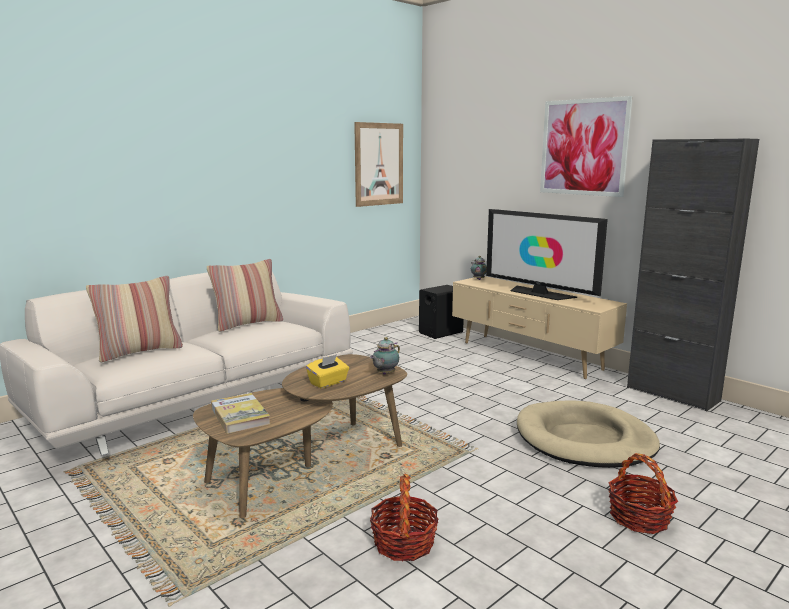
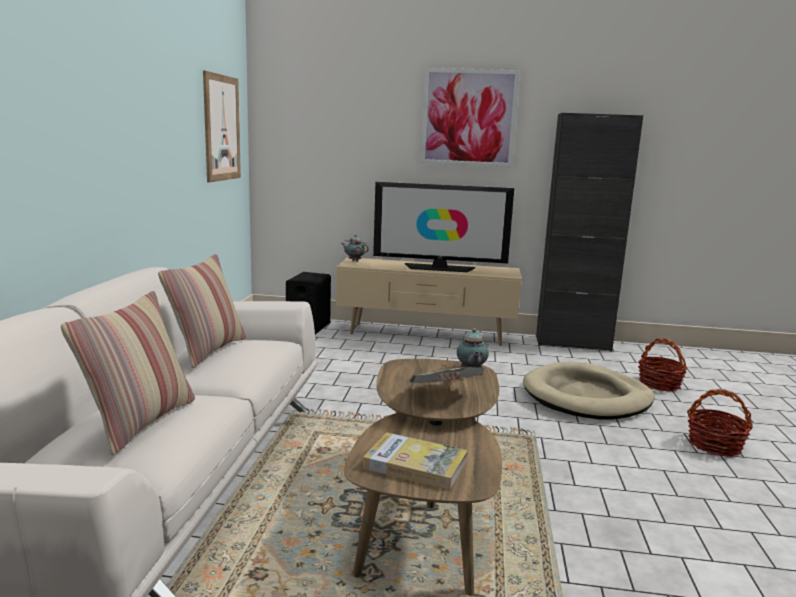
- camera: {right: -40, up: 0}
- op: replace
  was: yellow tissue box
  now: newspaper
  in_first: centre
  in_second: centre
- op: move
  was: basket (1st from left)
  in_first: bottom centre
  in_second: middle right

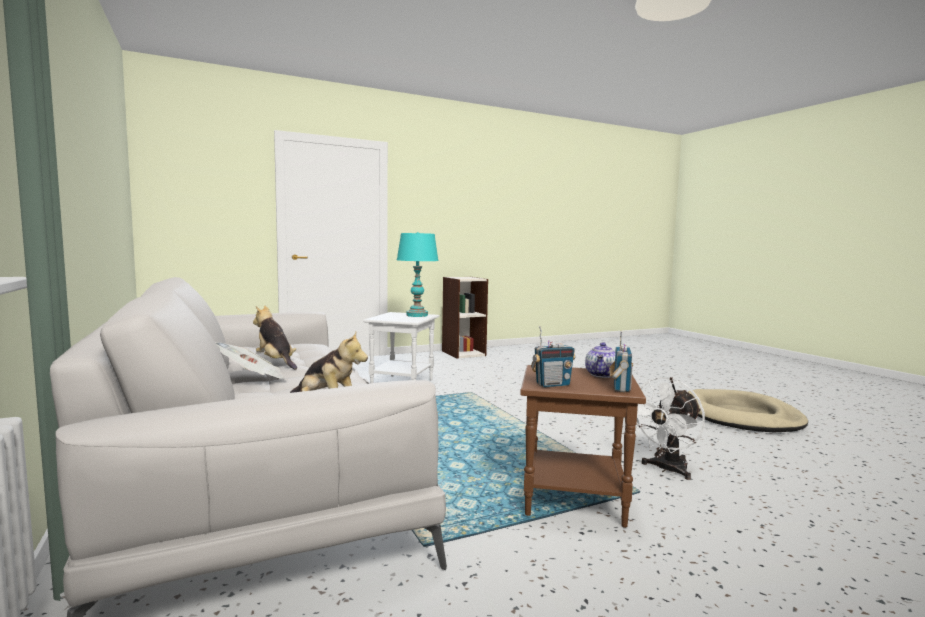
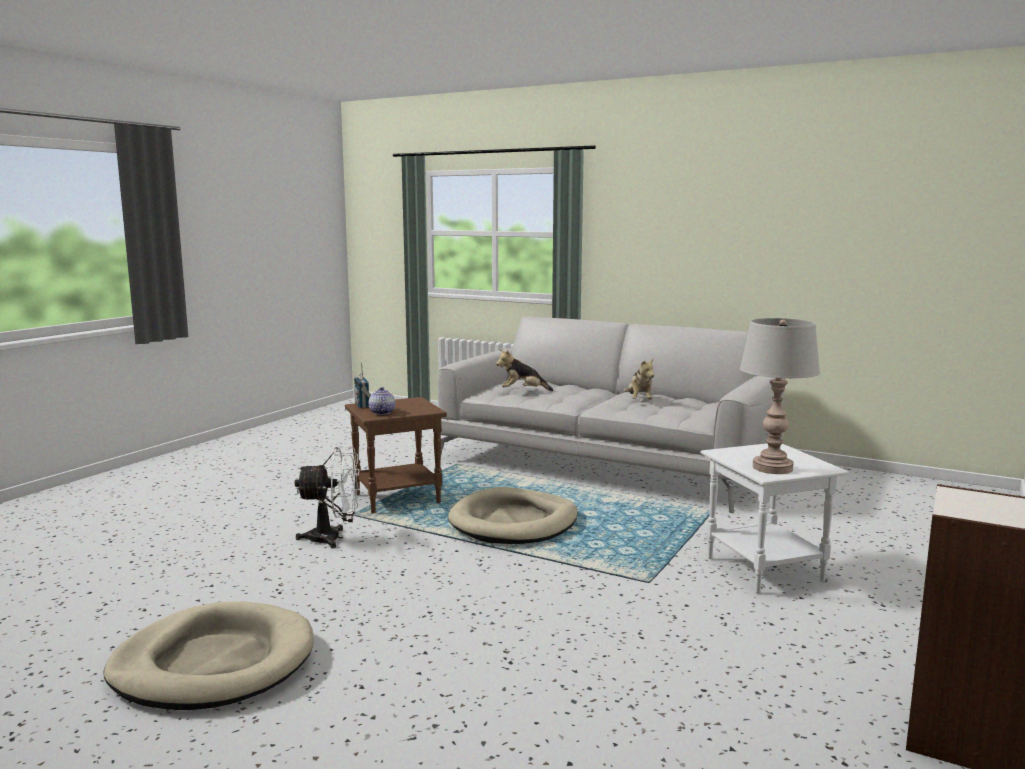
- camera: {right: 145, up: 5}
- op: recolor
  was: turquoise table lamp
  now: grey table lamp
  in_first: centre
  in_second: middle right
- op: rotate
  was: plush toy (1st from left in the first image)
  in_first: middle left
  in_second: centre
  clockwise: 75
- op: delete
  was: radio (1st from left)
  in_first: centre
- op: delete
  was: newspaper
  in_first: middle left
- op: rotate
  was: white fan
  in_first: bottom right
  in_second: middle left
  clockwise: 75
- op: insert
  now: beige dog bed (2nd from left)
  in_second: bottom centre

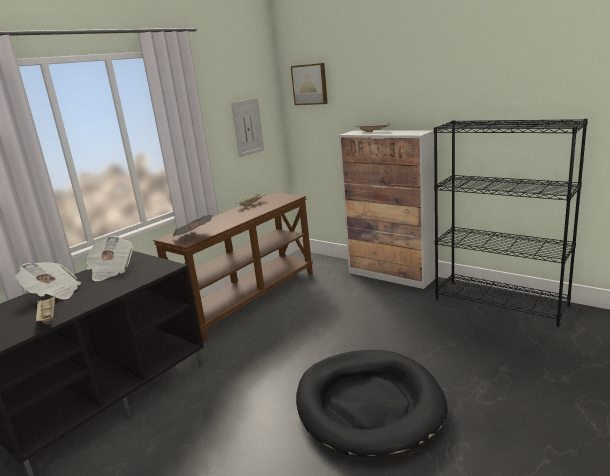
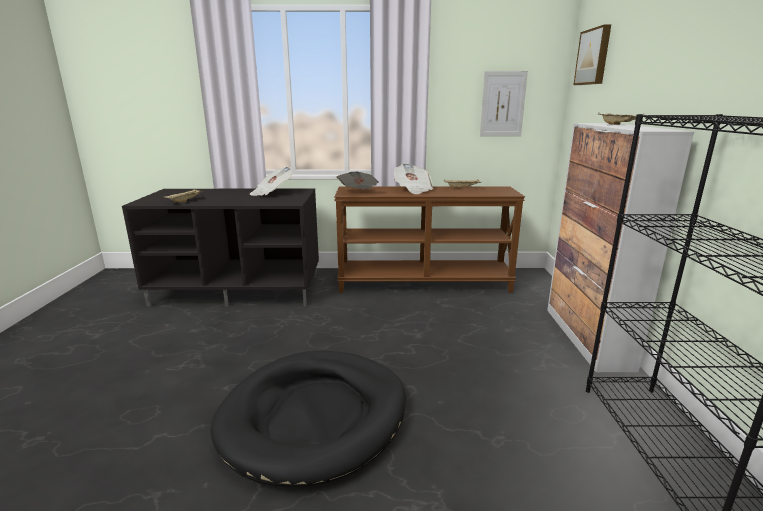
- camera: {right: 50, up: 0}
- op: move
  was: newspaper (1st from left in the first image)
  now: newspaper (3rd from left)
  in_first: middle left
  in_second: centre

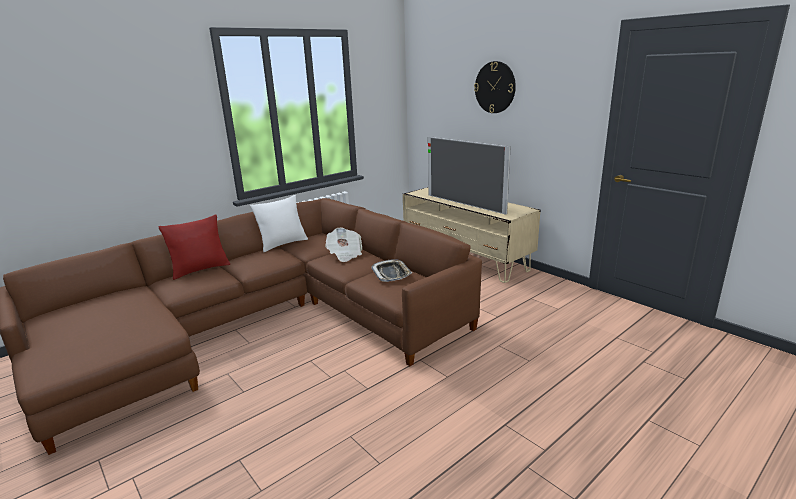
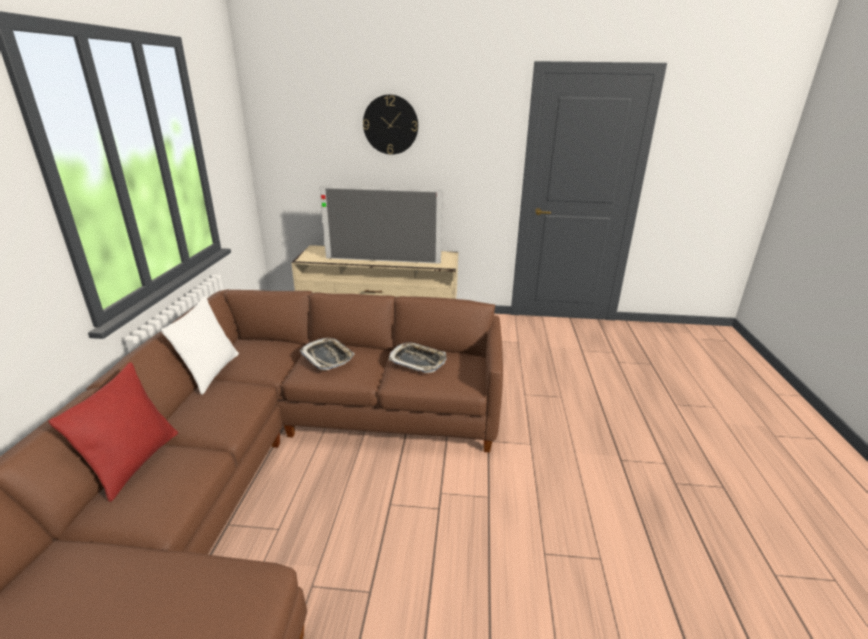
- camera: {right: -45, up: 5}
- op: replace
  was: newspaper
  now: tray (1st from left)
  in_first: centre
  in_second: centre

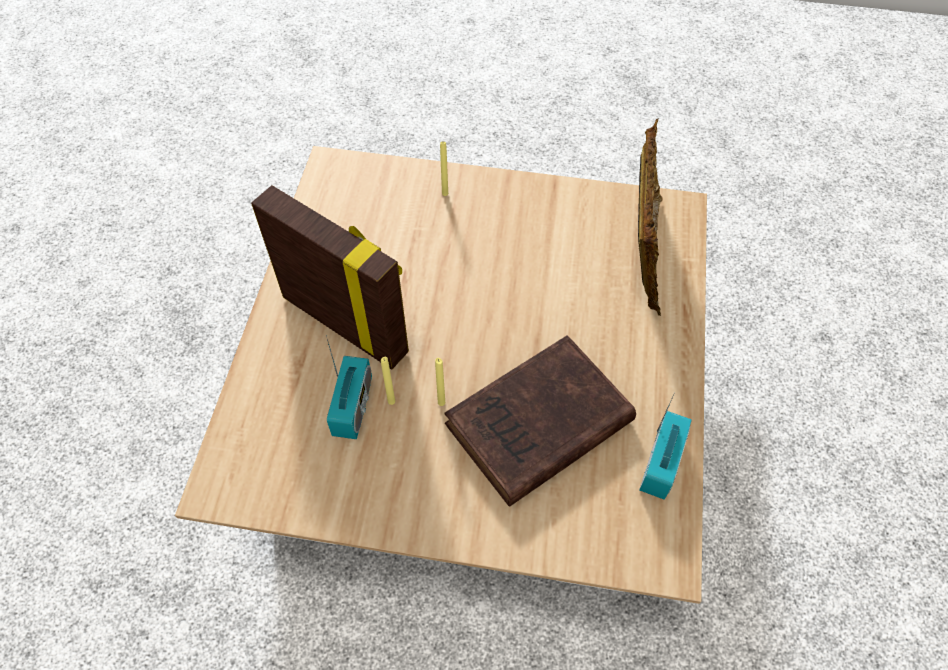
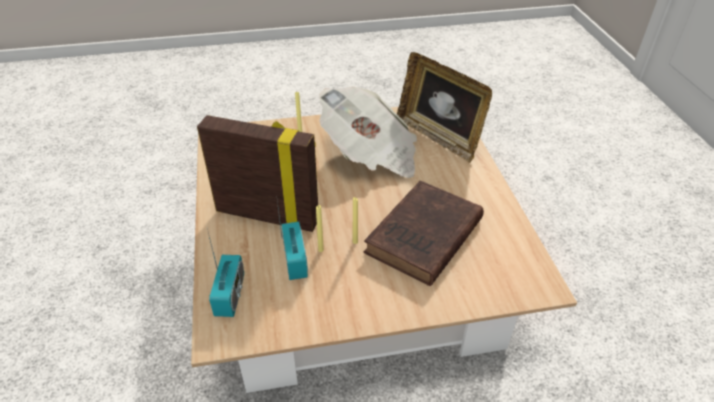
- camera: {right: -20, up: -15}
- op: rotate
  was: picture frame (2nd from left)
  in_first: top right
  in_second: top centre
  clockwise: 150
- op: move
  was: radio (2nd from left in the first image)
  now: radio (1st from left)
  in_first: middle right
  in_second: bottom left
- op: insert
  now: newspaper
  in_second: top centre

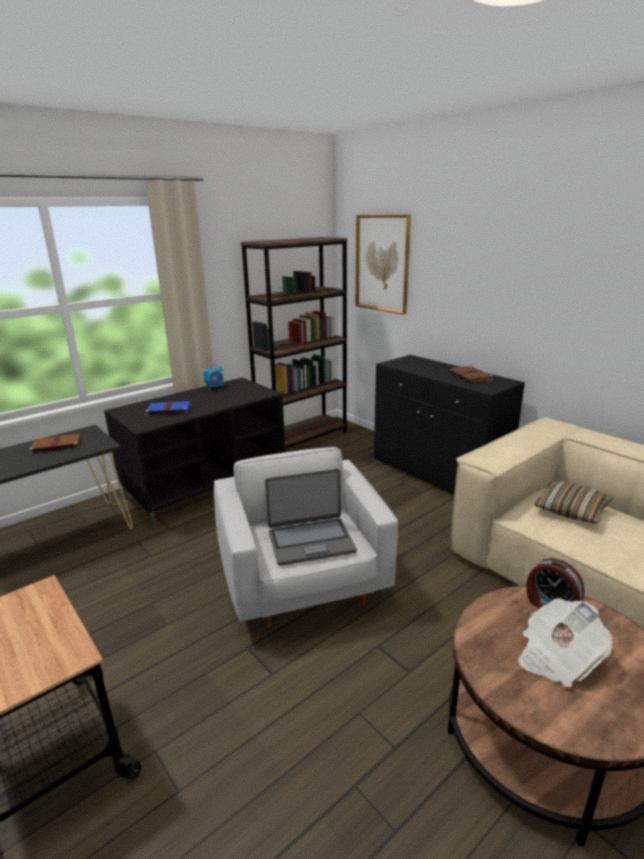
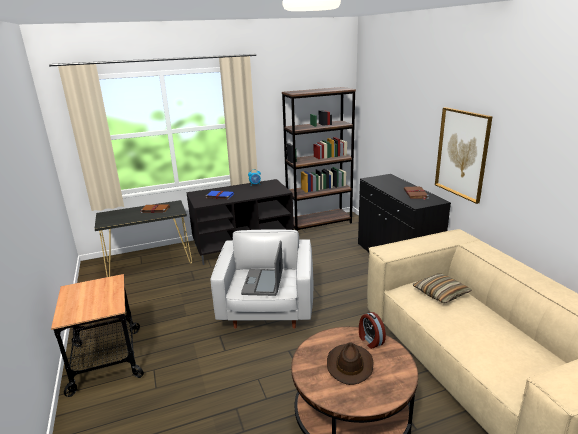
- camera: {right: 20, up: 0}
- op: move
  was: picture
  in_first: top centre
  in_second: middle right
- op: rotate
  was: laptop
  in_first: centre
  in_second: centre
  clockwise: 90
- op: replace
  was: newspaper
  now: brown hat
  in_first: bottom right
  in_second: bottom centre

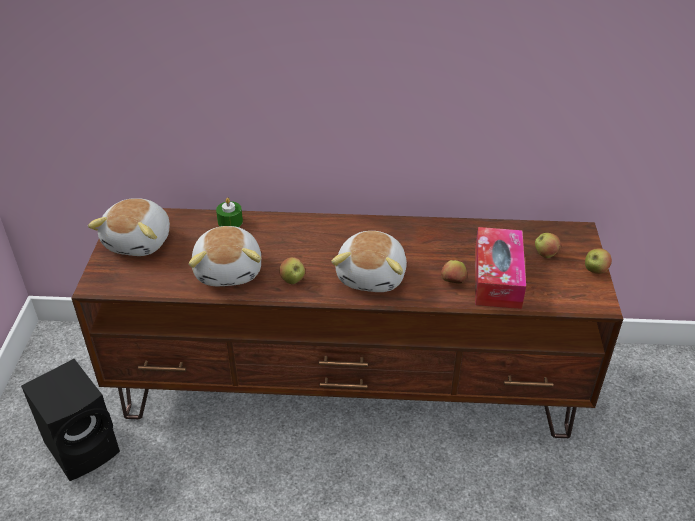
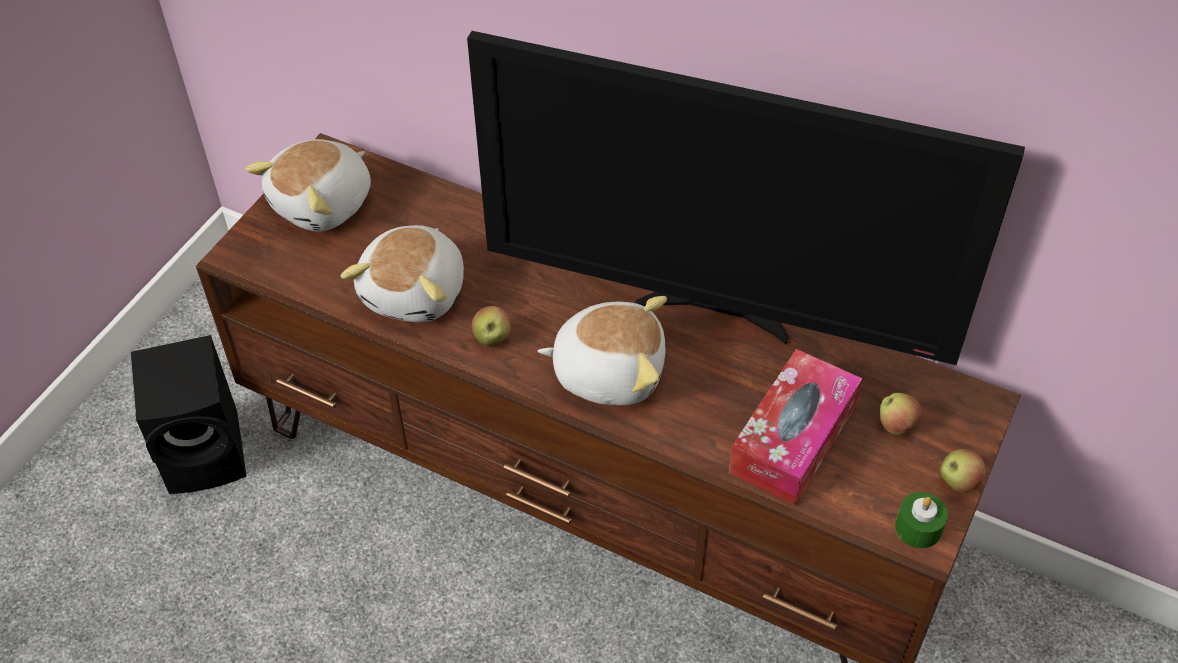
- camera: {right: 25, up: 10}
- op: move
  was: green candle
  in_first: middle left
  in_second: bottom right
- op: rotate
  was: plush toy (3rd from left)
  in_first: centre
  in_second: centre
  clockwise: -120
- op: delete
  was: apple (2nd from left)
  in_first: centre
- op: insert
  now: television
  in_second: top centre

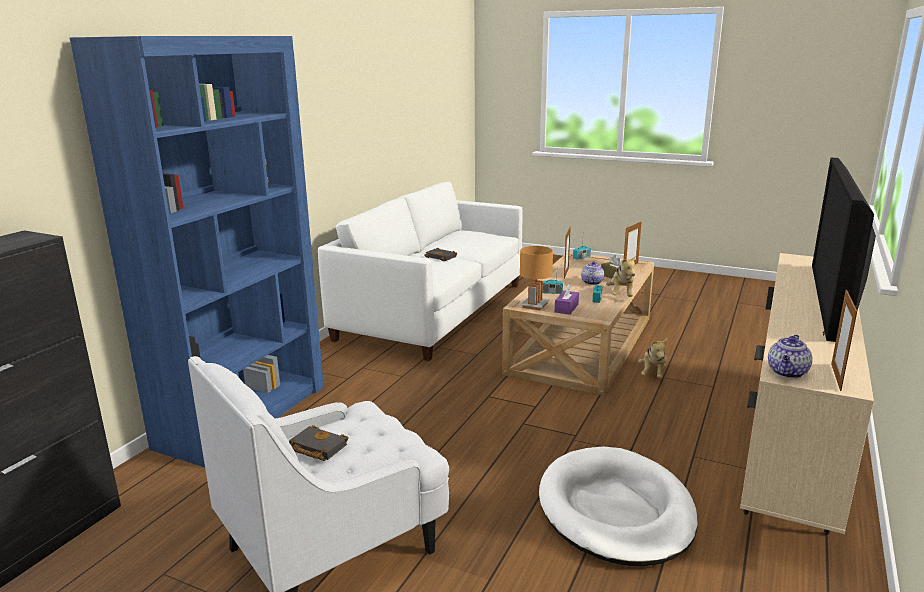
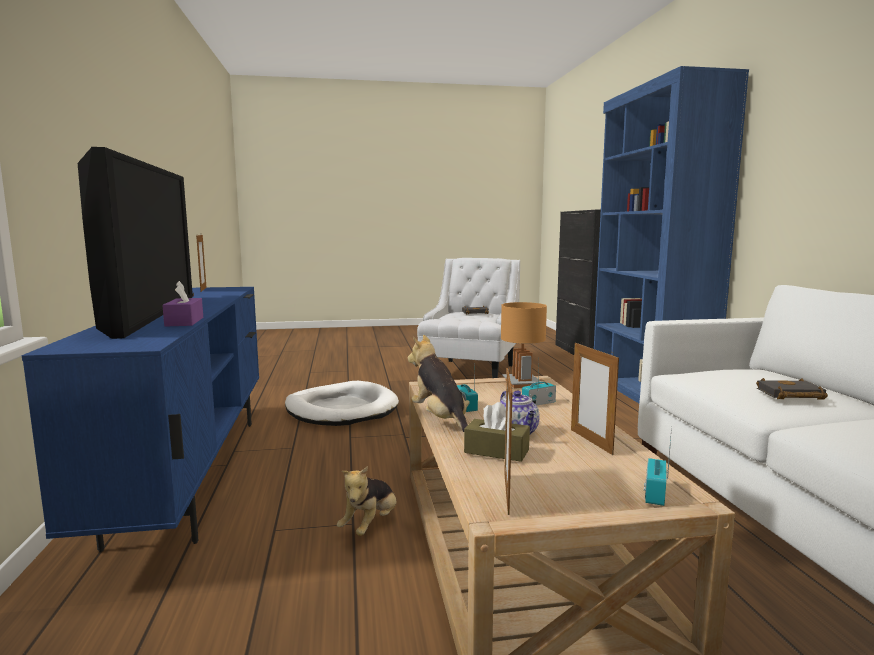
- camera: {right: 145, up: -10}
- op: recolor
  was: beige tv stand
  now: blue tv stand
  in_first: middle right
  in_second: middle left
- op: move
  was: purple tissue box
  in_first: centre
  in_second: middle left
- op: delete
  was: teapot (2nd from left)
  in_first: middle right
- op: rotate
  was: plush toy (2nd from left in the first image)
  in_first: middle right
  in_second: bottom centre
  clockwise: -135

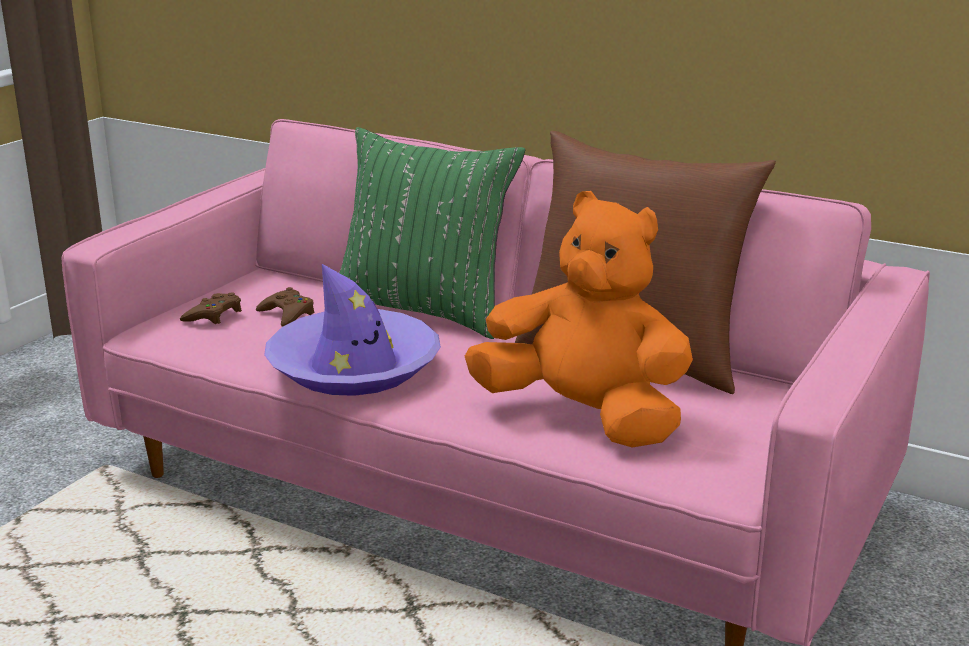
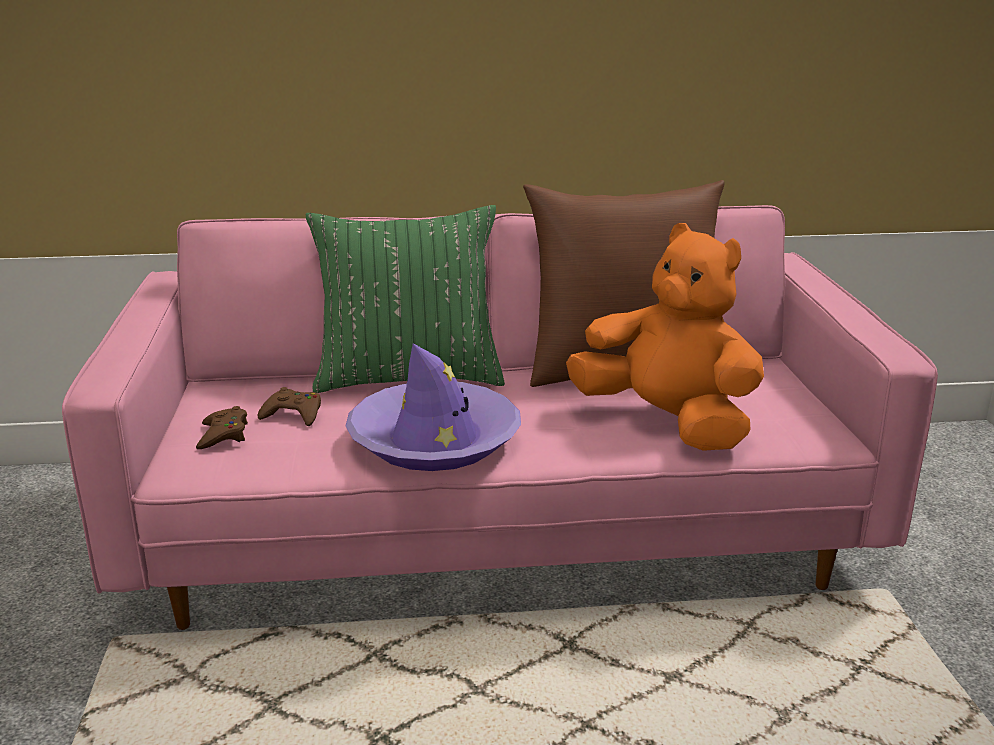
- camera: {right: -35, up: 0}
- op: rotate
  was: orange plush toy
  in_first: centre
  in_second: middle right
  clockwise: 45

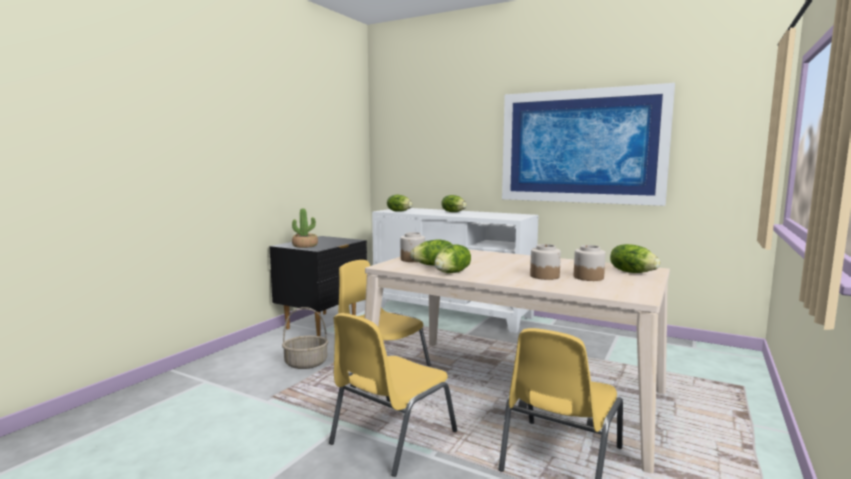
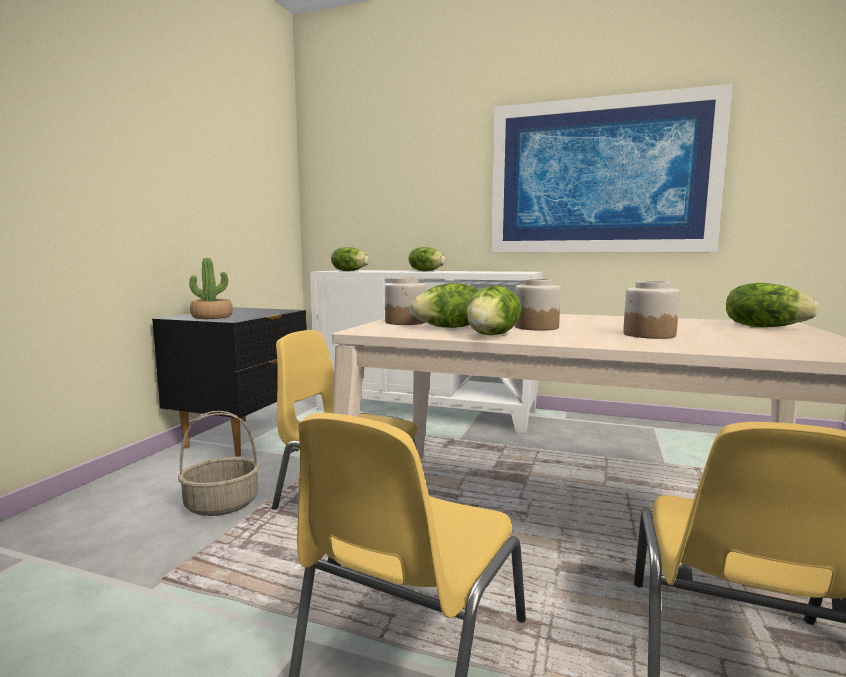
- camera: {right: -10, up: 0}
- op: move
  was: jar (3rd from left in the first image)
  now: jar (2nd from left)
  in_first: middle right
  in_second: centre

